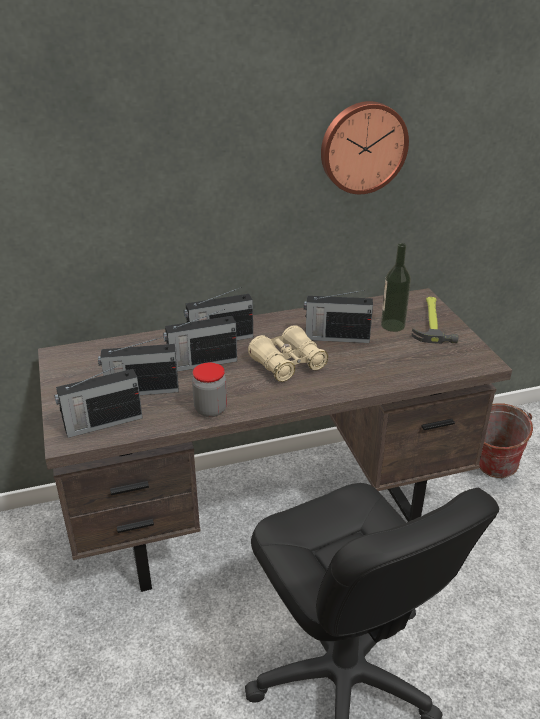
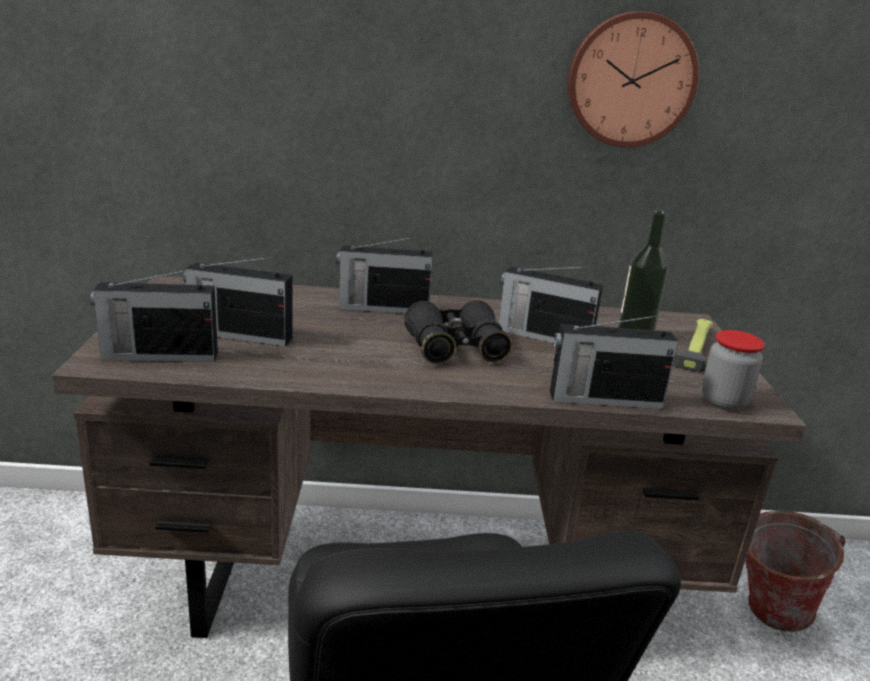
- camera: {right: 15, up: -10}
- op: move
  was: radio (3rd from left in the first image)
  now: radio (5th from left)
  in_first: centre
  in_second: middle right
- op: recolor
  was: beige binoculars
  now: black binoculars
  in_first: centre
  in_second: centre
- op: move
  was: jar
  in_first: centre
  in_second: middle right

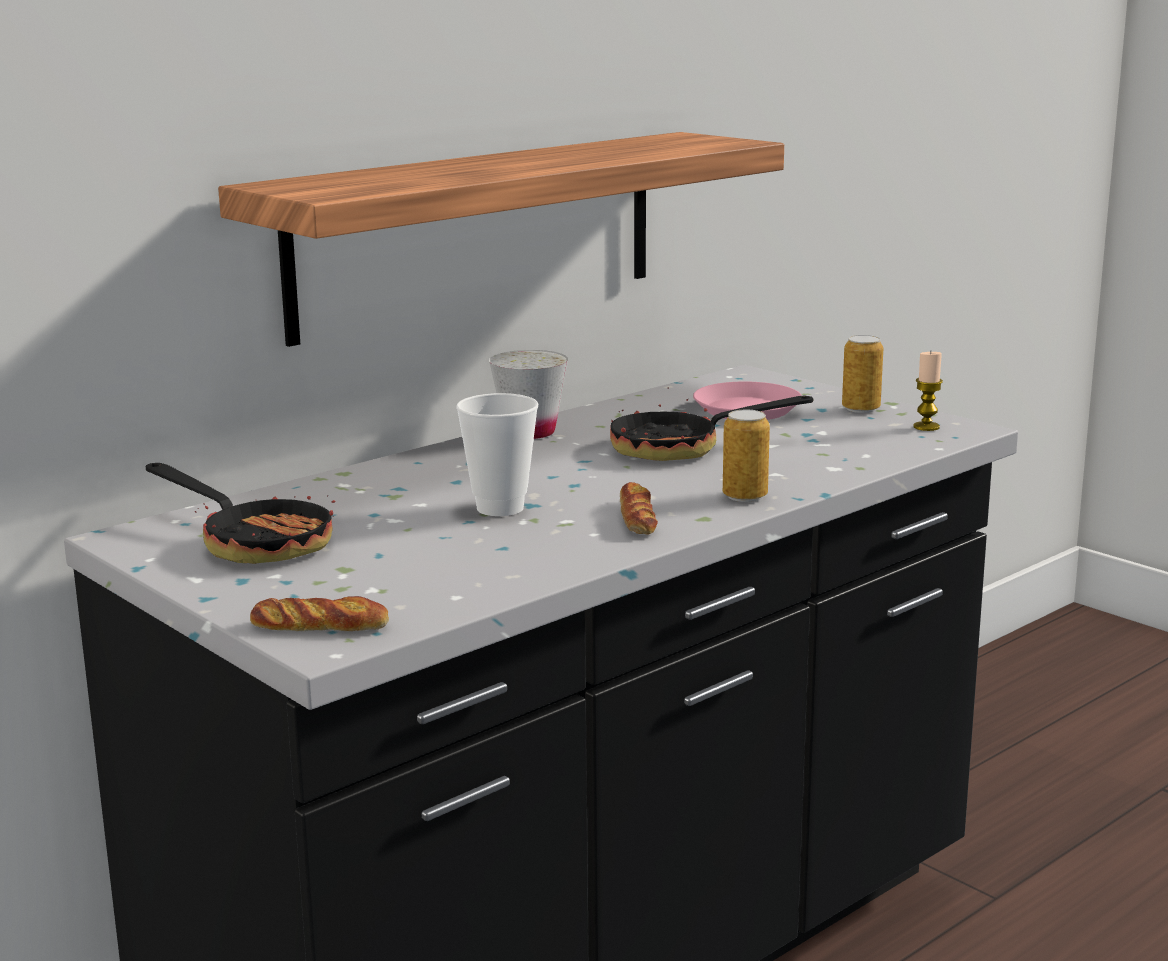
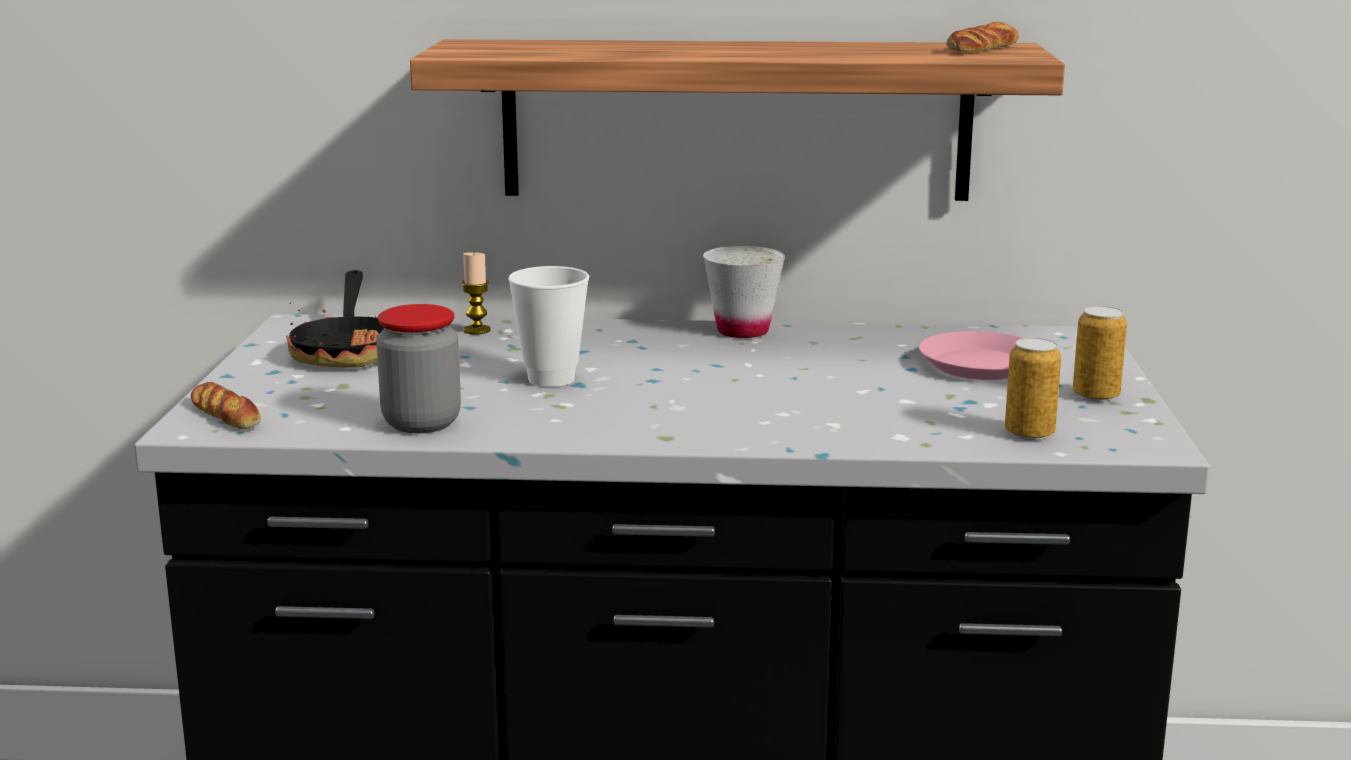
- camera: {right: 45, up: 0}
- op: move
  was: candle
  in_first: middle right
  in_second: centre
- op: delete
  was: frying pan (2nd from left)
  in_first: centre
- op: move
  was: can (1st from left)
  in_first: centre
  in_second: middle right
- op: move
  was: bread (2nd from left)
  in_first: centre
  in_second: top right
- op: insert
  now: jar
  in_second: middle left

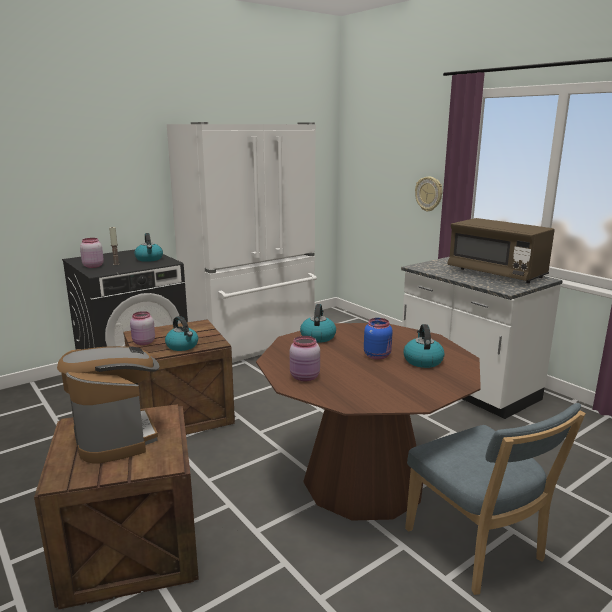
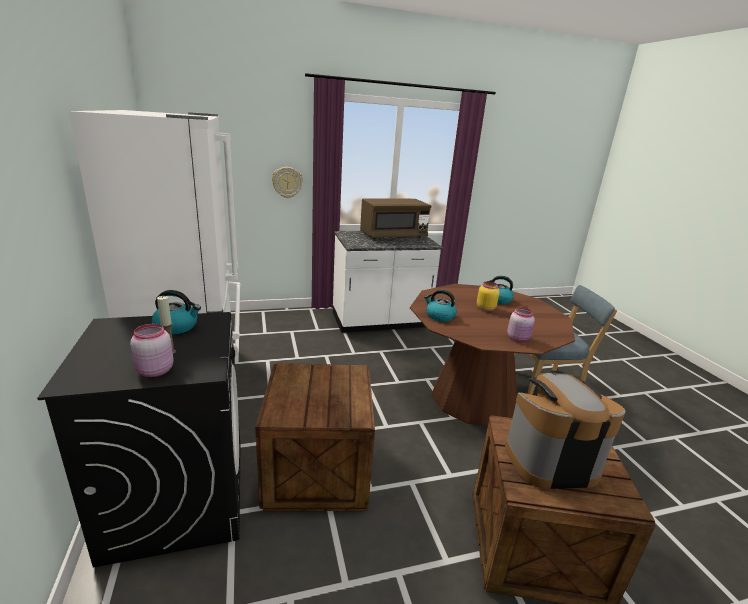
- camera: {right: -70, up: 5}
- op: delete
  was: pink jar (2nd from left)
  in_first: middle left
- op: delete
  was: kettle (2nd from left)
  in_first: middle left
- op: recolor
  was: blue jar
  now: yellow jar
  in_first: centre
  in_second: centre

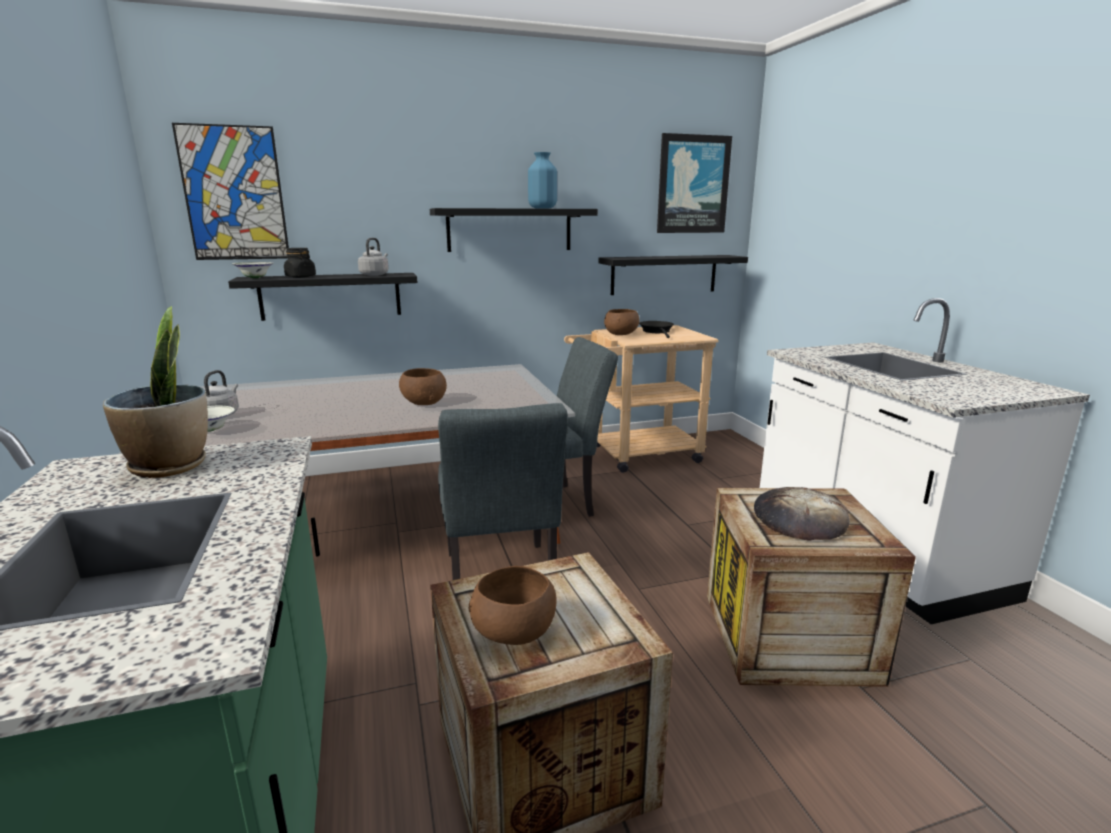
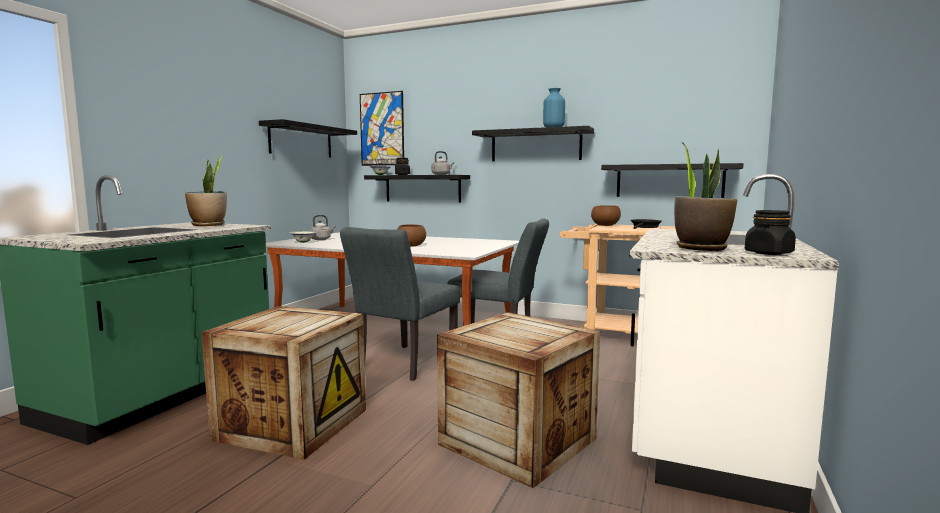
- camera: {right: 40, up: -10}
- op: delete
  was: picture (2nd from left)
  in_first: top centre
- op: delete
  was: bread
  in_first: middle right
- op: delete
  was: brown bowl (2nd from left)
  in_first: bottom centre
- op: insert
  now: black shelf (1st from left)
  in_second: top left
- op: insert
  now: potted plant (2nd from left)
  in_second: middle right
- op: insert
  now: black jar (2nd from left)
  in_second: middle right

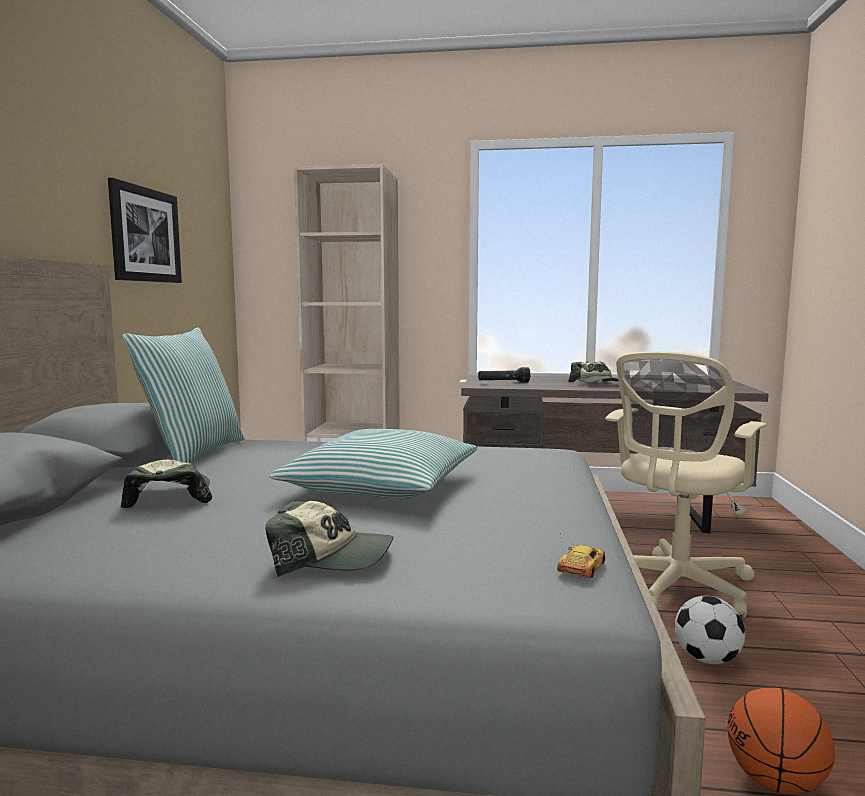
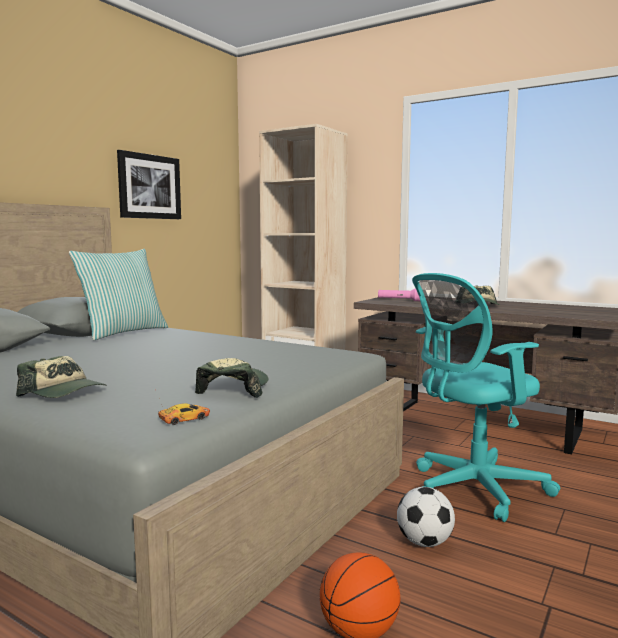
- camera: {right: 25, up: 0}
- op: recolor
  was: beige office chair
  now: turquoise office chair
  in_first: middle right
  in_second: middle right
- op: recolor
  was: black flashlight
  now: pink flashlight
  in_first: centre
  in_second: centre
- op: delete
  was: pillow (2nd from left)
  in_first: centre
- op: move
  was: cap (1st from left in the first image)
  now: cap (2nd from left)
  in_first: middle left
  in_second: centre

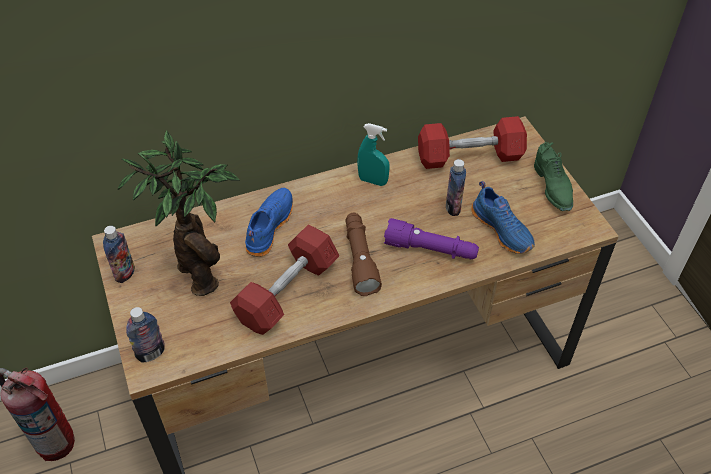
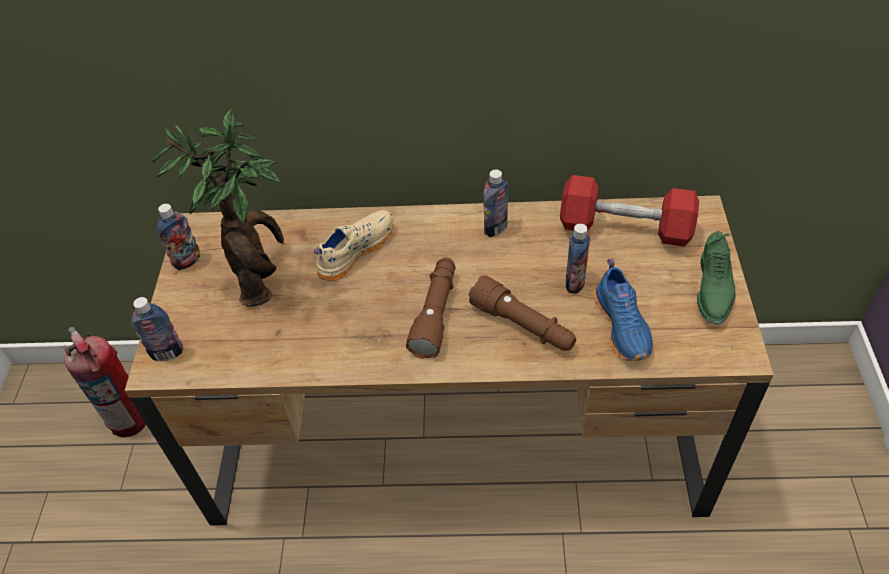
- camera: {right: 25, up: 0}
- op: replace
  was: turquoise spray bottle
  now: bottle (3rd from left)
  in_first: top centre
  in_second: centre
- op: recolor
  was: blue shoe (1st from left)
  now: beige shoe
  in_first: centre
  in_second: centre
- op: recolor
  was: purple flashlight
  now: brown flashlight (2nd from left)
  in_first: centre
  in_second: centre
- op: delete
  was: red dumbbell (1st from left)
  in_first: centre

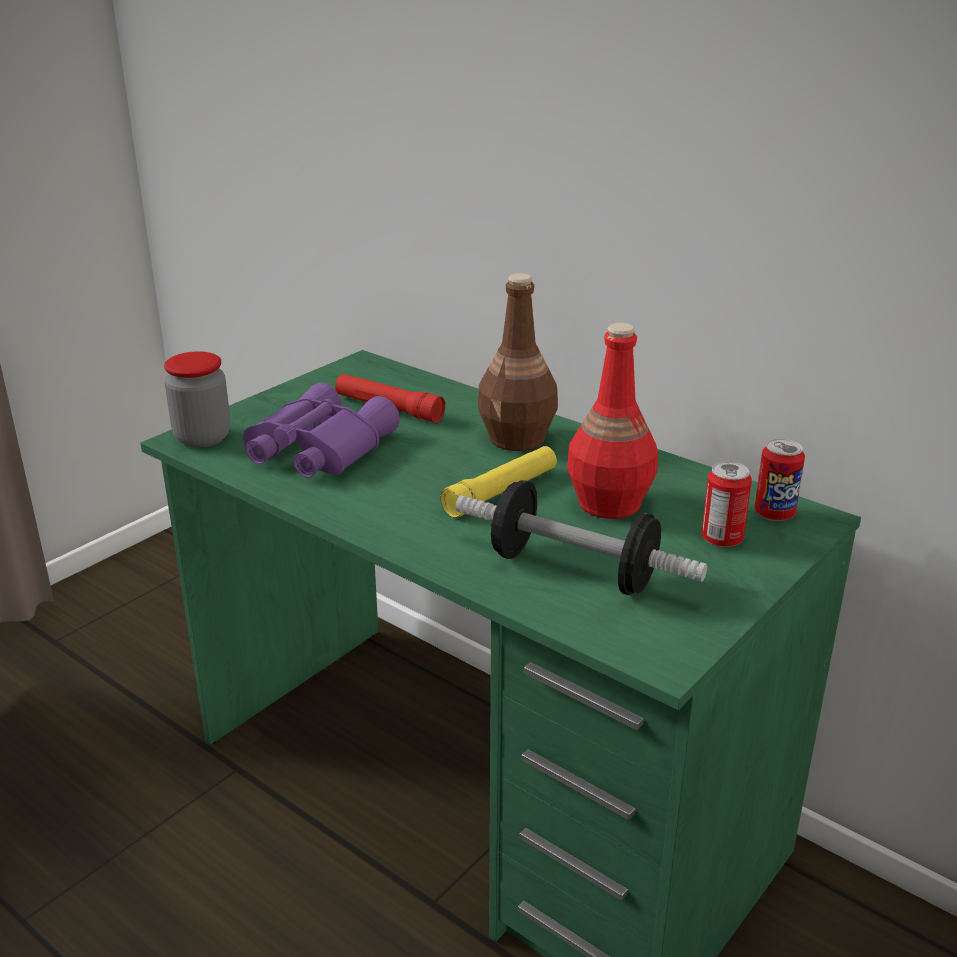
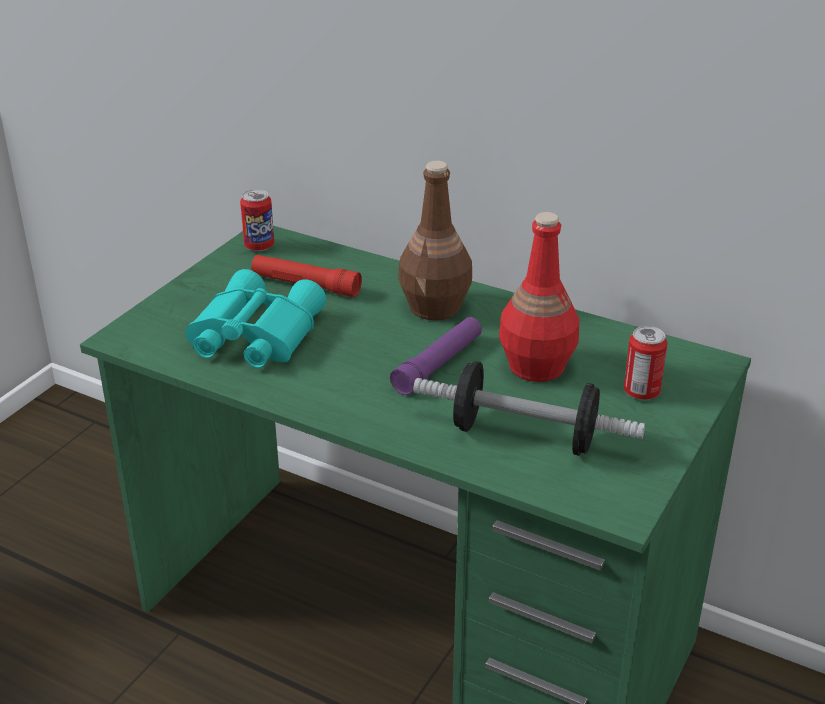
- camera: {right: -10, up: 5}
- op: delete
  was: jar
  in_first: middle left
- op: recolor
  was: purple binoculars
  now: turquoise binoculars
  in_first: centre
  in_second: middle left
- op: move
  was: can (2nd from left in the first image)
  now: can (1st from left)
  in_first: middle right
  in_second: top left
- op: recolor
  was: yellow flashlight
  now: purple flashlight
  in_first: centre
  in_second: centre

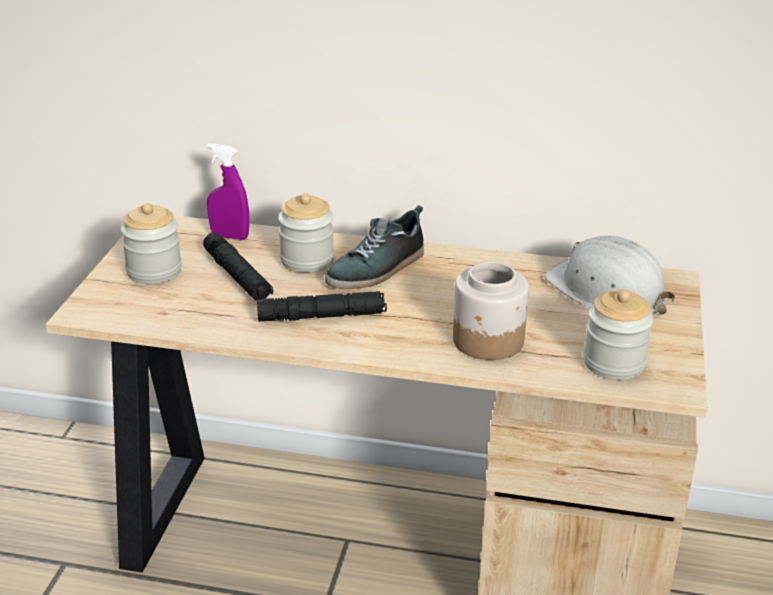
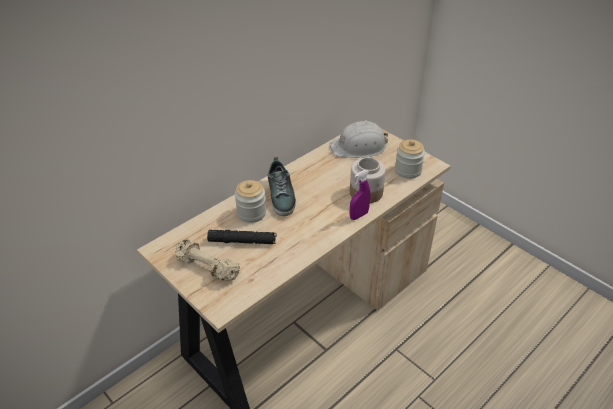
- camera: {right: -55, up: 10}
- op: move
  was: purple spray bottle
  in_first: top left
  in_second: centre
- op: replace
  was: jar (1st from left)
  now: beige dumbbell
  in_first: middle left
  in_second: centre
- op: delete
  was: black flashlight (2nd from left)
  in_first: centre

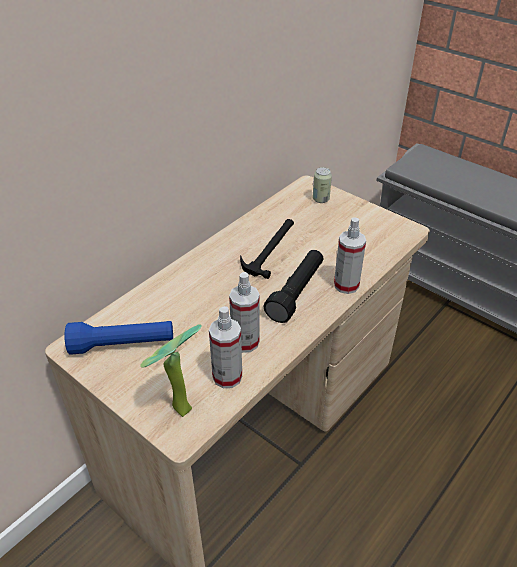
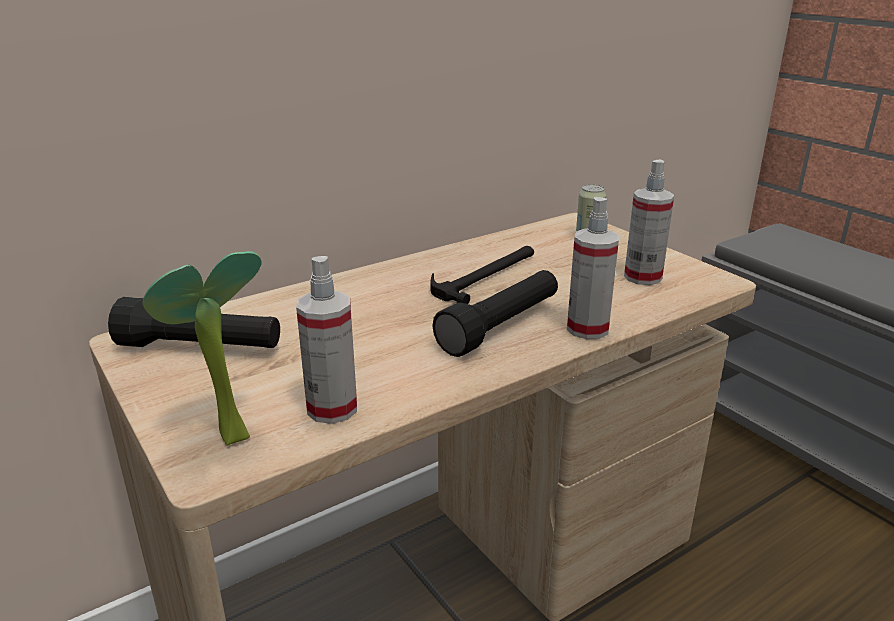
- camera: {right: 15, up: -15}
- op: move
  was: spray bottle (2nd from left in the first image)
  now: spray bottle (3rd from left)
  in_first: centre
  in_second: middle right
- op: recolor
  was: blue flashlight
  now: black flashlight (1st from left)
  in_first: middle left
  in_second: middle left

